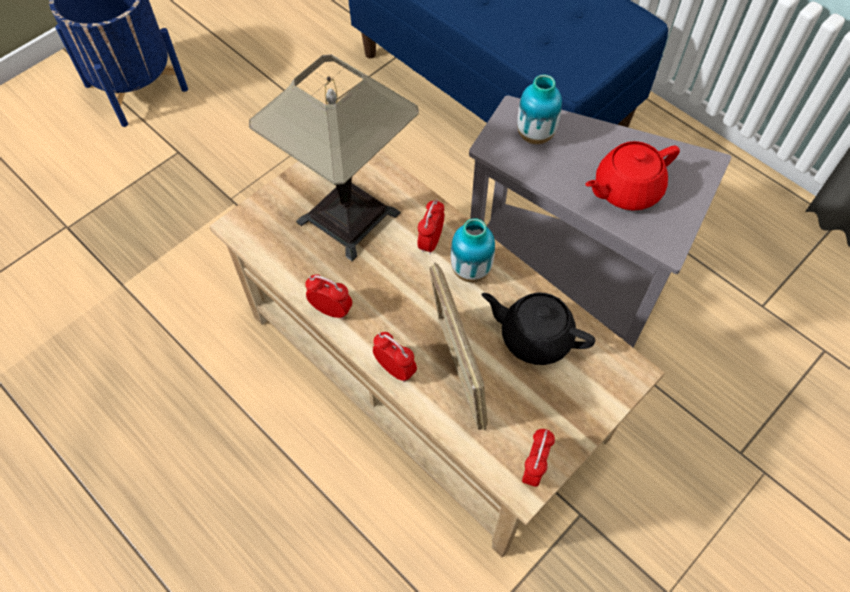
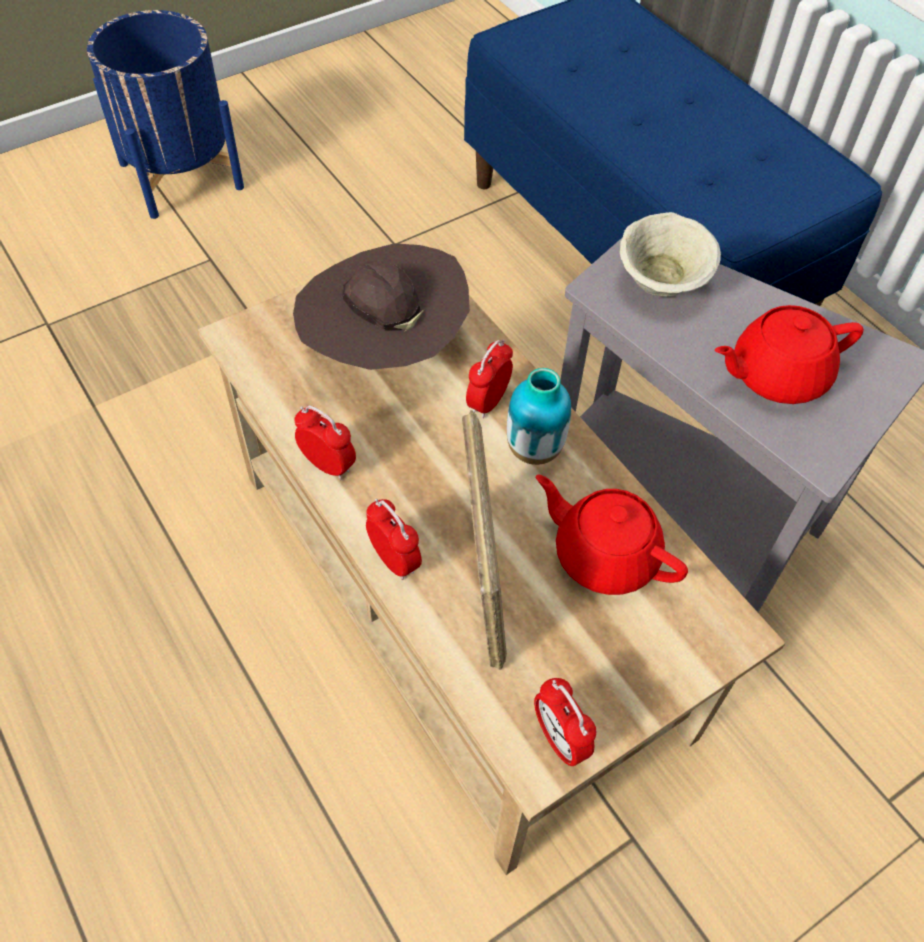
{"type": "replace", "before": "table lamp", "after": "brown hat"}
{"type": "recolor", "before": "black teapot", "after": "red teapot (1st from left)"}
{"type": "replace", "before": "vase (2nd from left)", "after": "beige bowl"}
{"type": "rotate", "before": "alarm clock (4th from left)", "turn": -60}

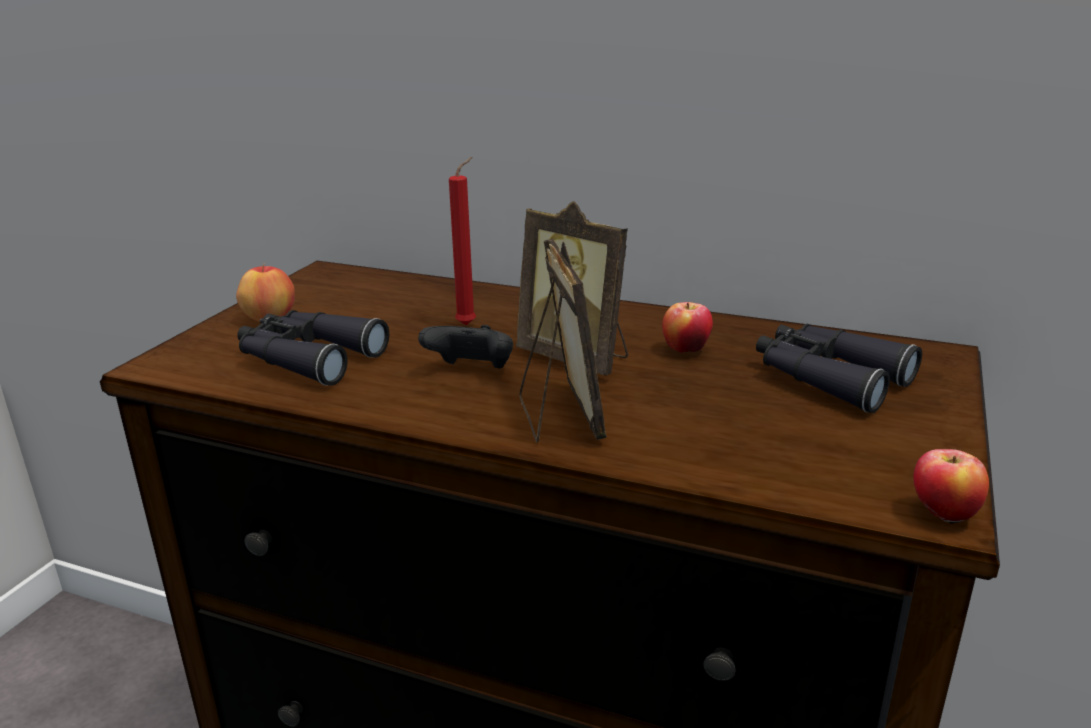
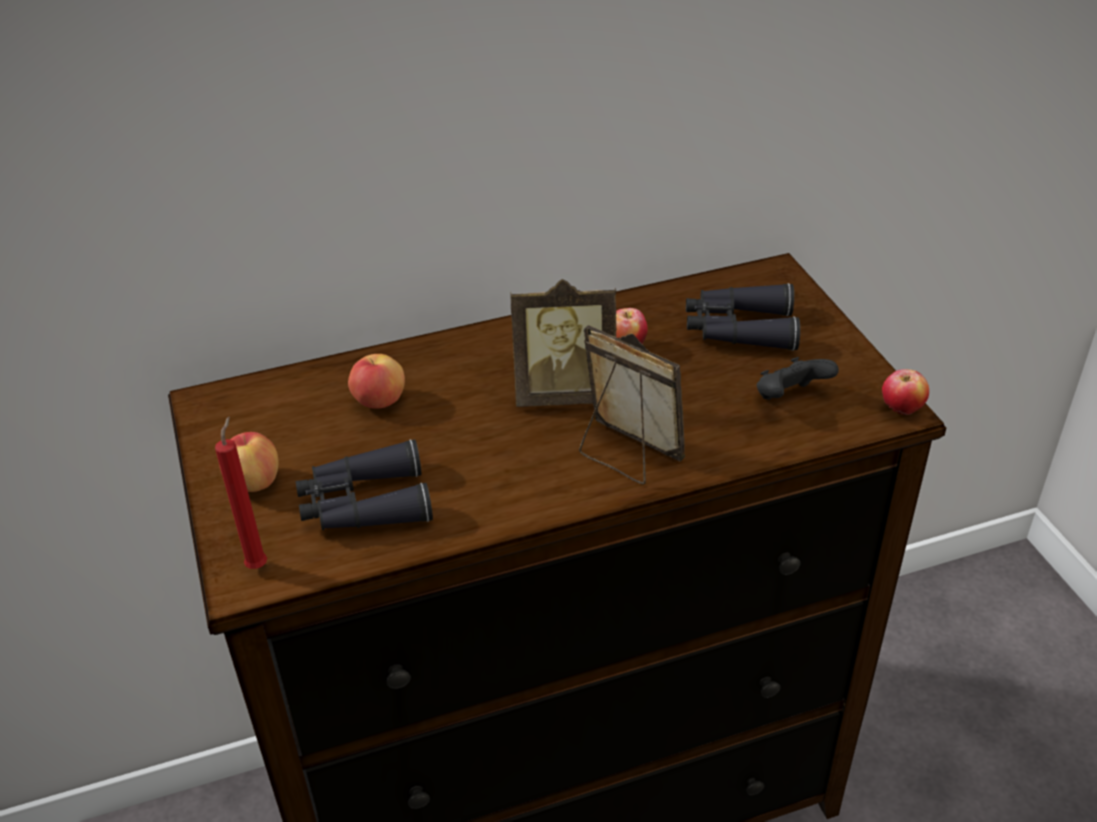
{"type": "move", "before": "black game controller"}
{"type": "move", "before": "red candle"}
{"type": "insert", "after": "apple (2nd from left)"}

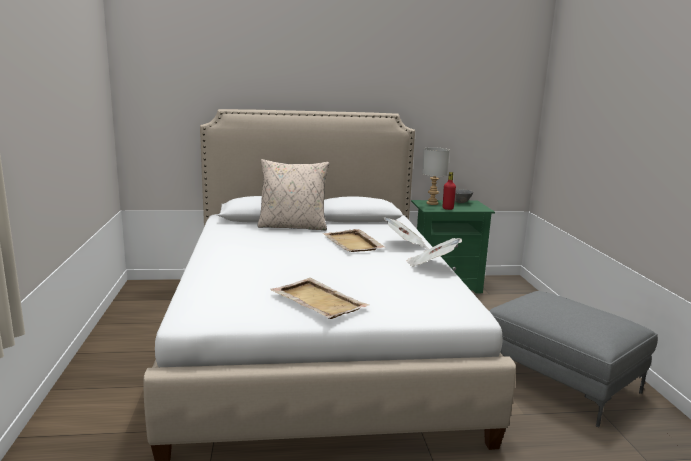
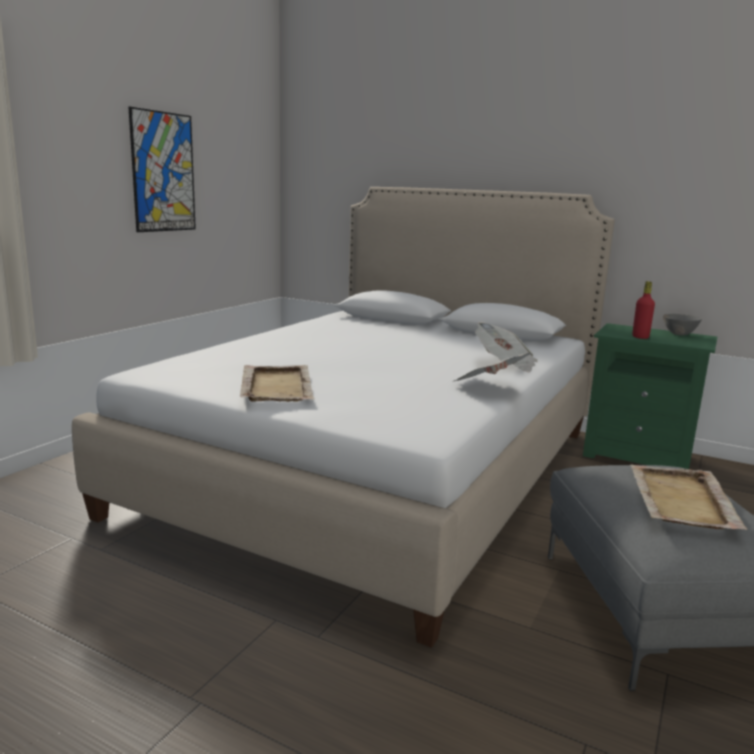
{"type": "delete", "before": "beige pillow"}
{"type": "move", "before": "beige tray (2nd from left)"}
{"type": "delete", "before": "grey table lamp"}
{"type": "insert", "after": "picture"}

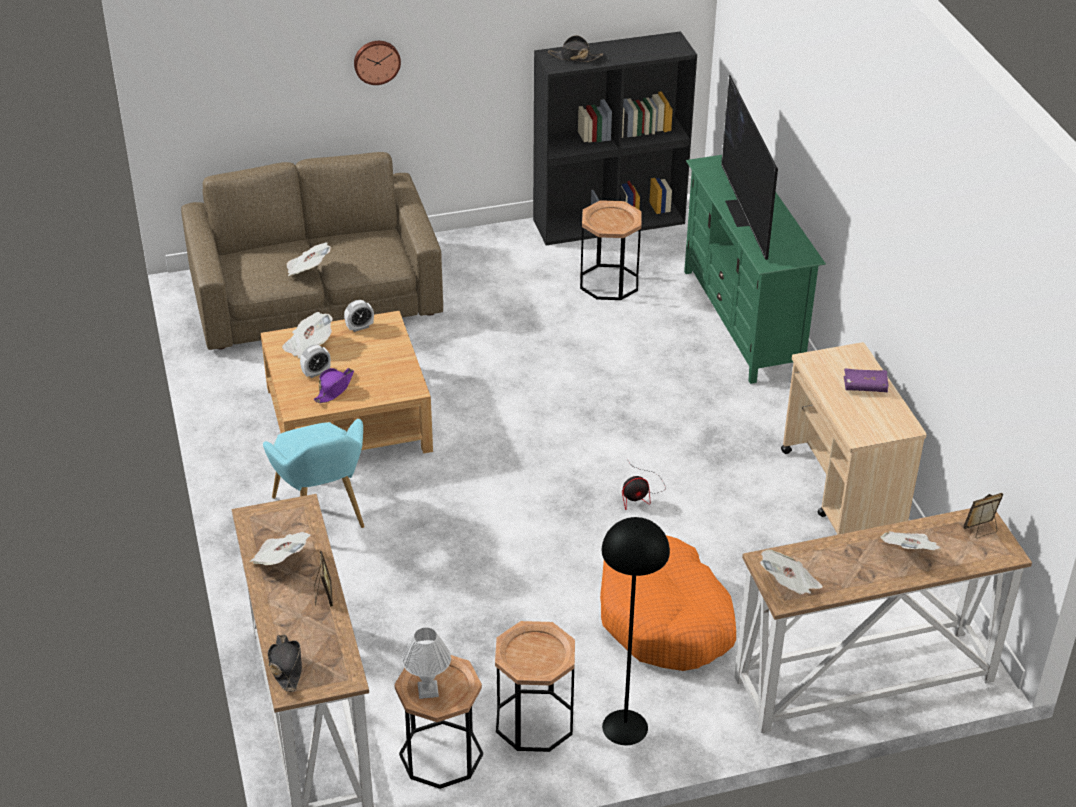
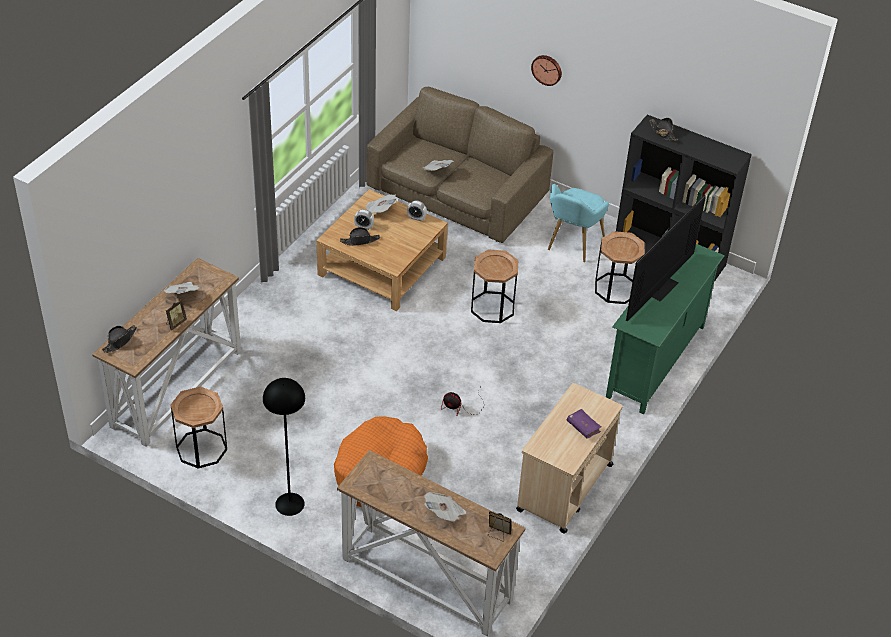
{"type": "move", "before": "turquoise armchair"}
{"type": "recolor", "before": "purple hat", "after": "black hat (2nd from left)"}
{"type": "delete", "before": "white table lamp"}
{"type": "move", "before": "brown side table (2nd from left)"}
{"type": "delete", "before": "newspaper (4th from left)"}

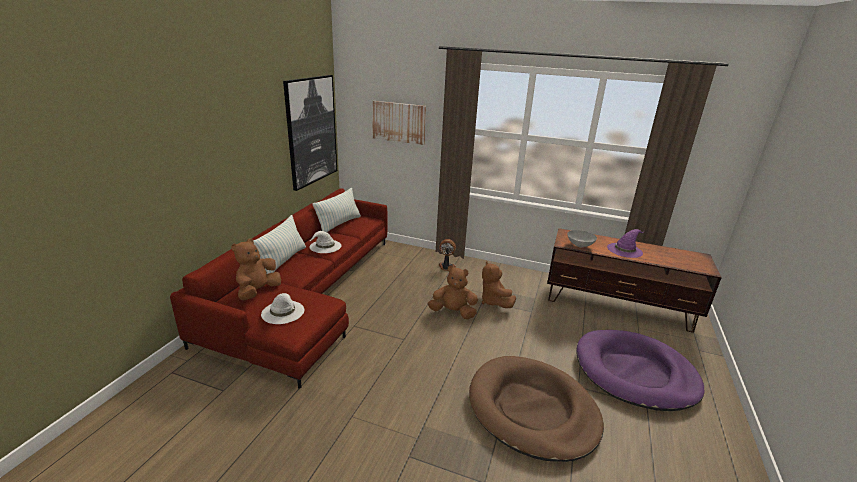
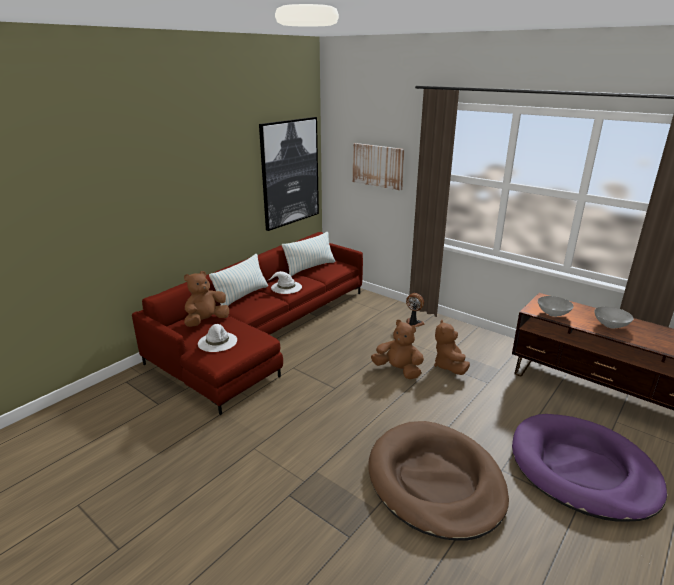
{"type": "replace", "before": "purple hat", "after": "grey bowl (2nd from left)"}

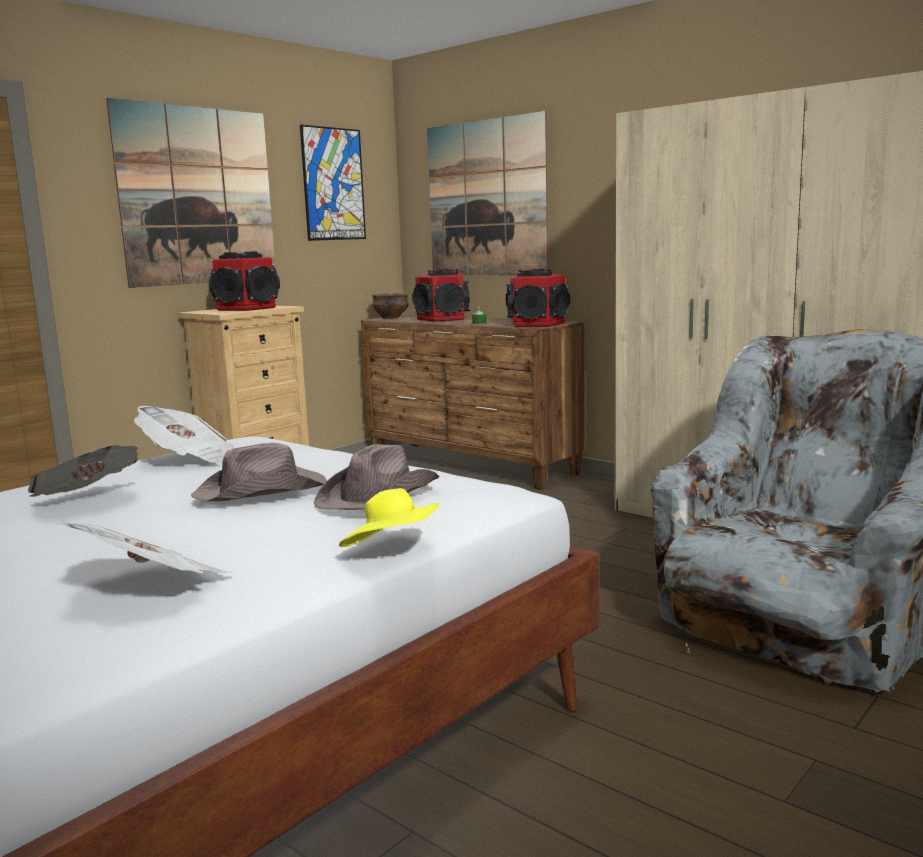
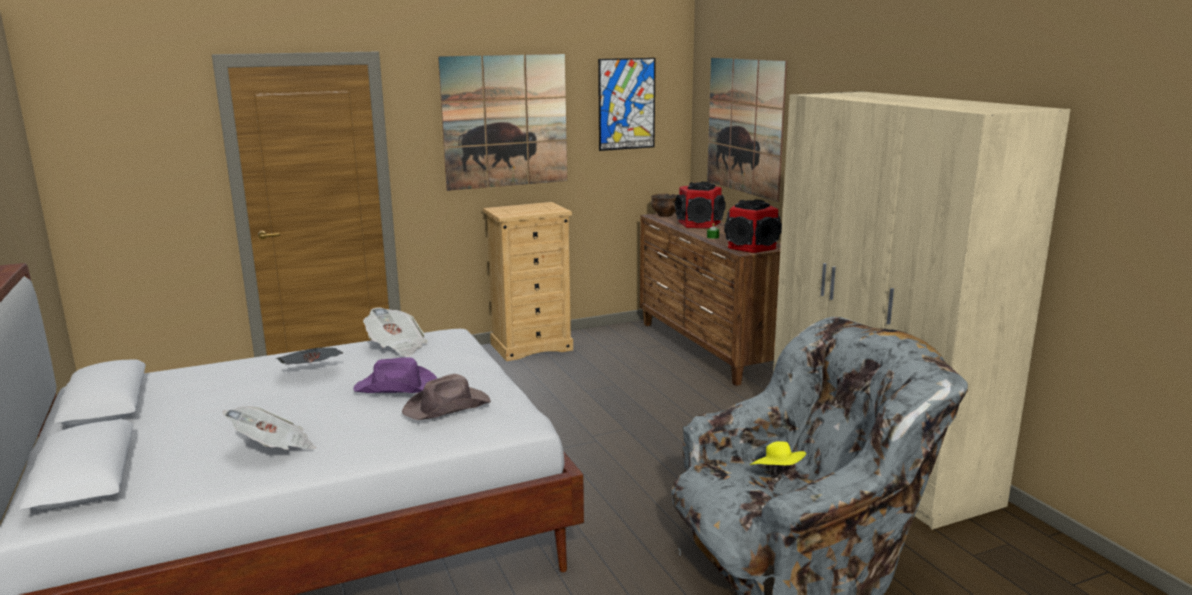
{"type": "recolor", "before": "brown hat (1st from left)", "after": "purple hat"}
{"type": "delete", "before": "speaker (1st from left)"}
{"type": "move", "before": "yellow hat"}

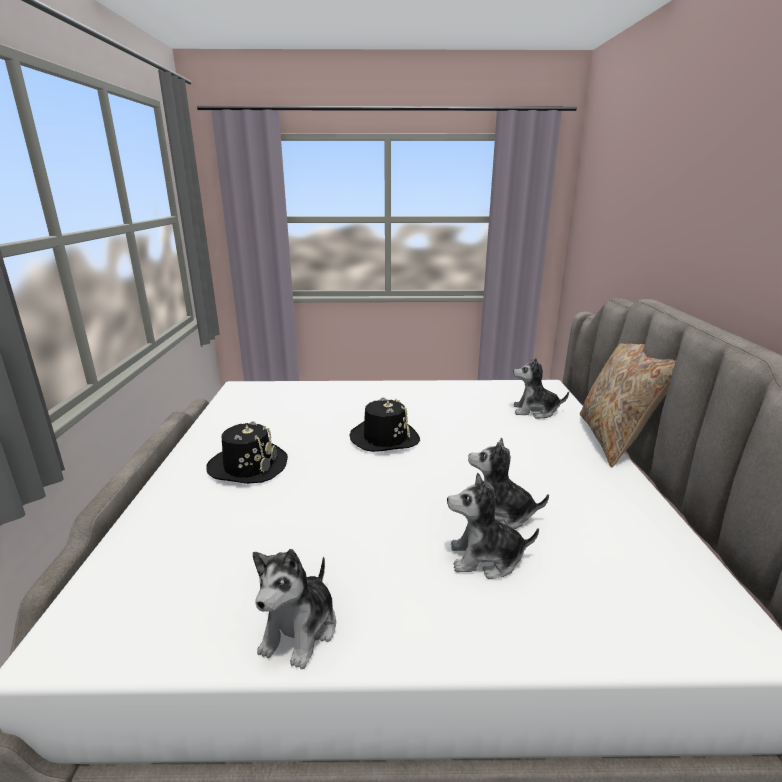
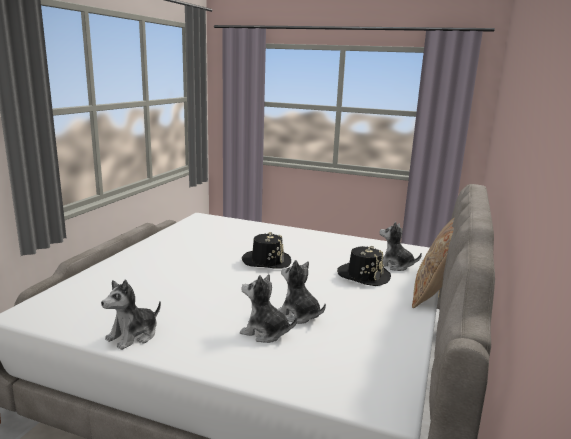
{"type": "move", "before": "black hat (1st from left in the first image)", "after": "black hat (2nd from left)"}

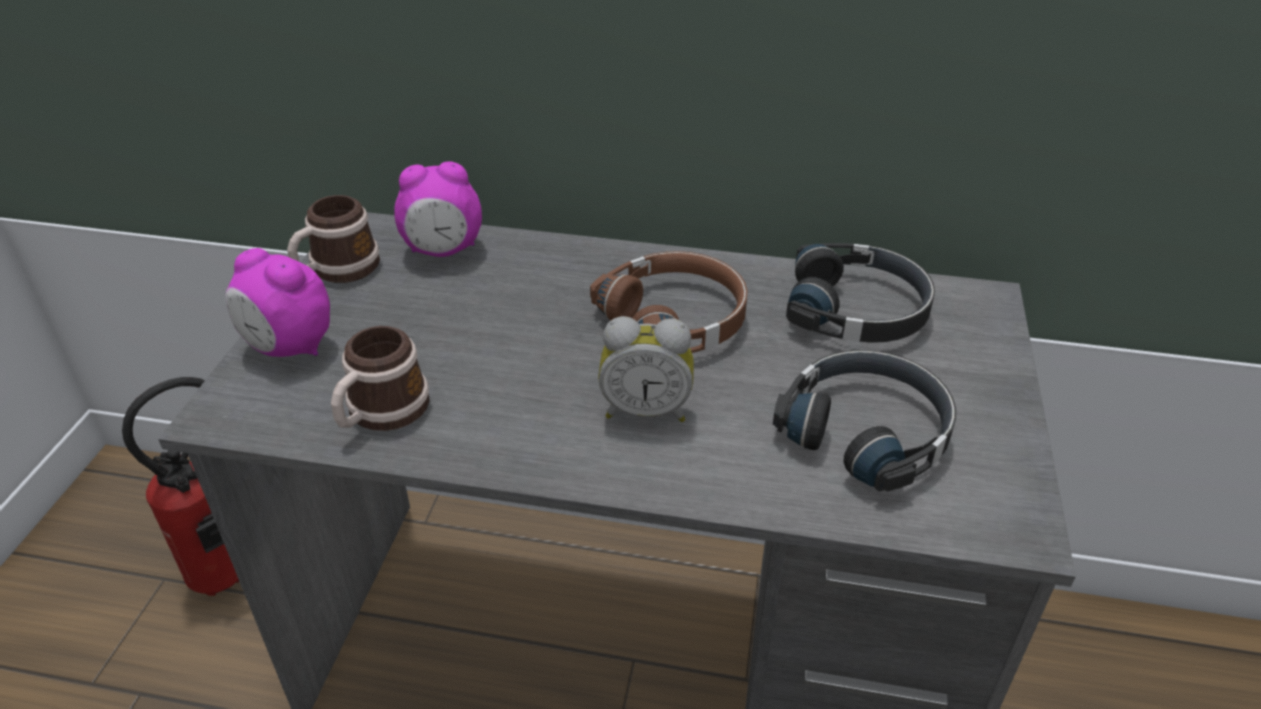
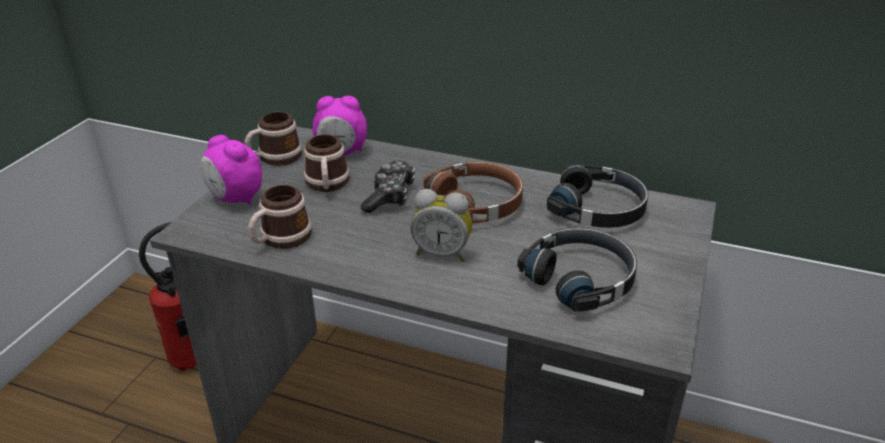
{"type": "insert", "after": "mug (3rd from left)"}
{"type": "insert", "after": "game controller"}

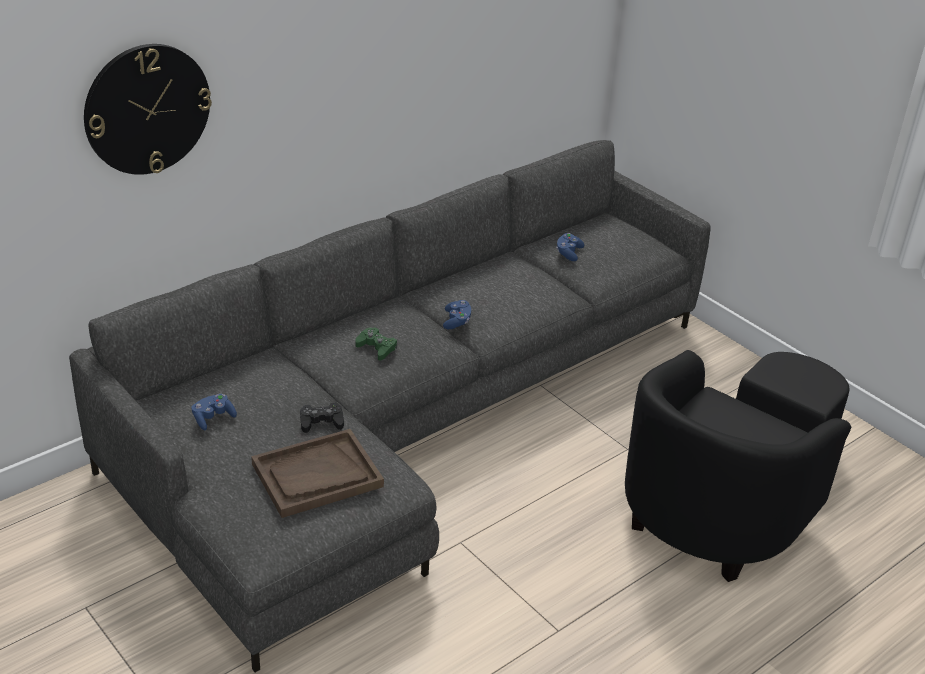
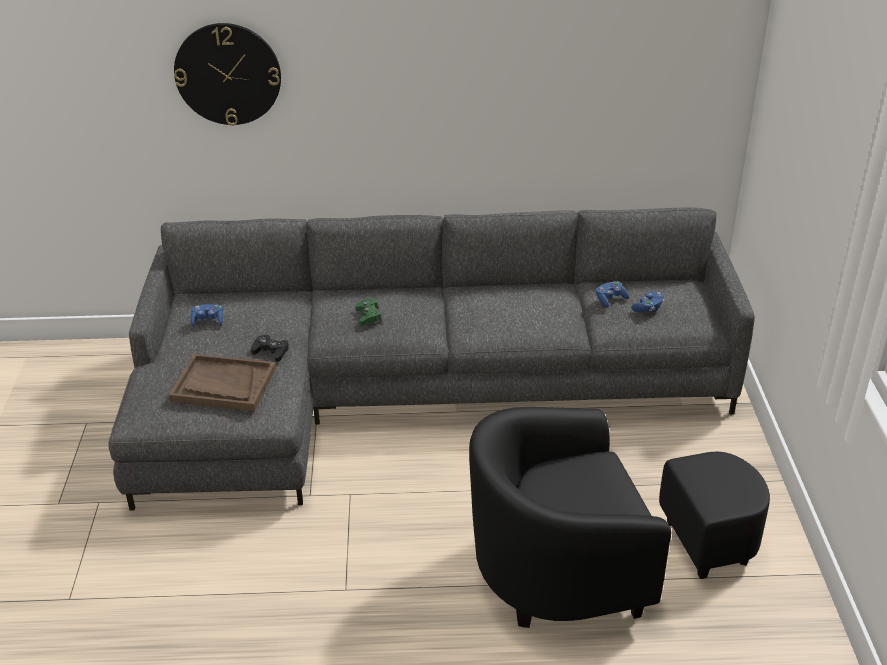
{"type": "move", "before": "blue game controller (2nd from left in the first image)", "after": "blue game controller (3rd from left)"}

